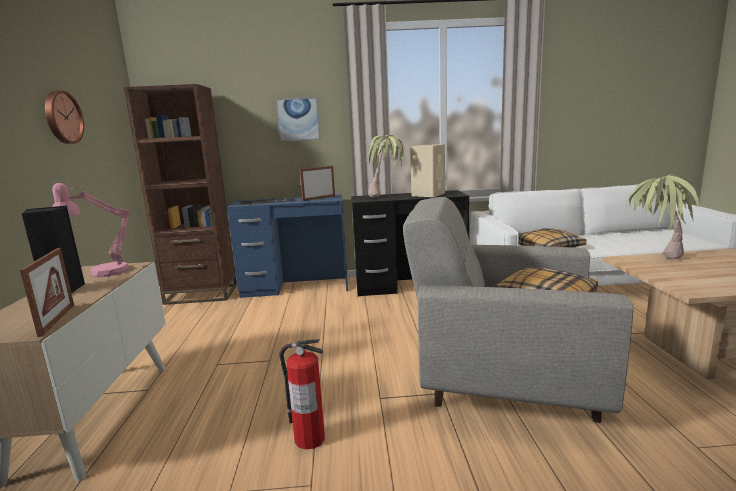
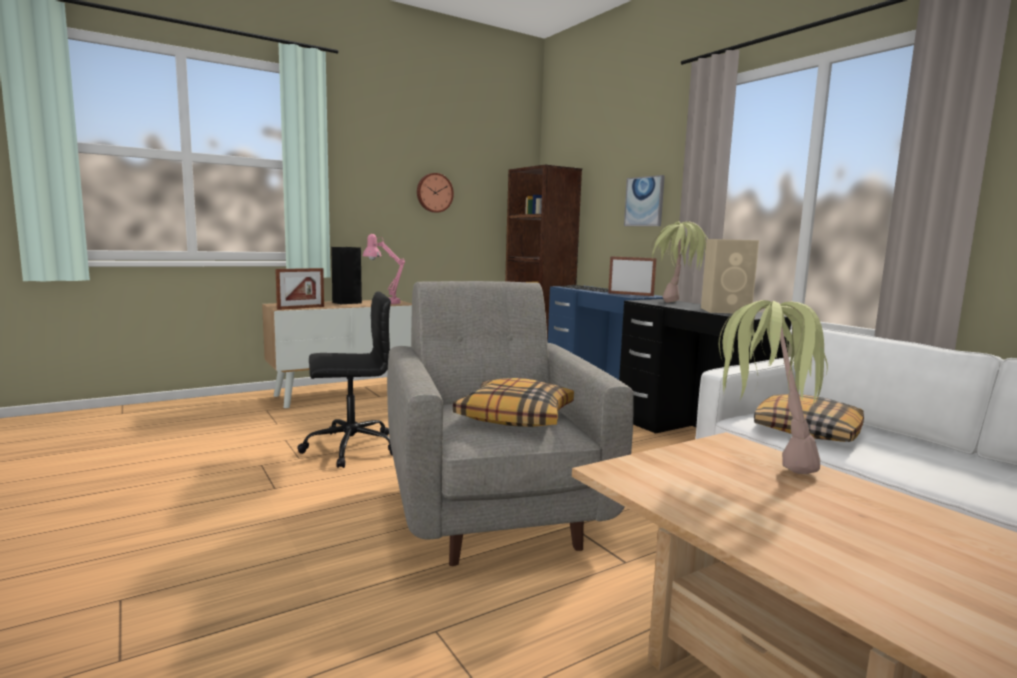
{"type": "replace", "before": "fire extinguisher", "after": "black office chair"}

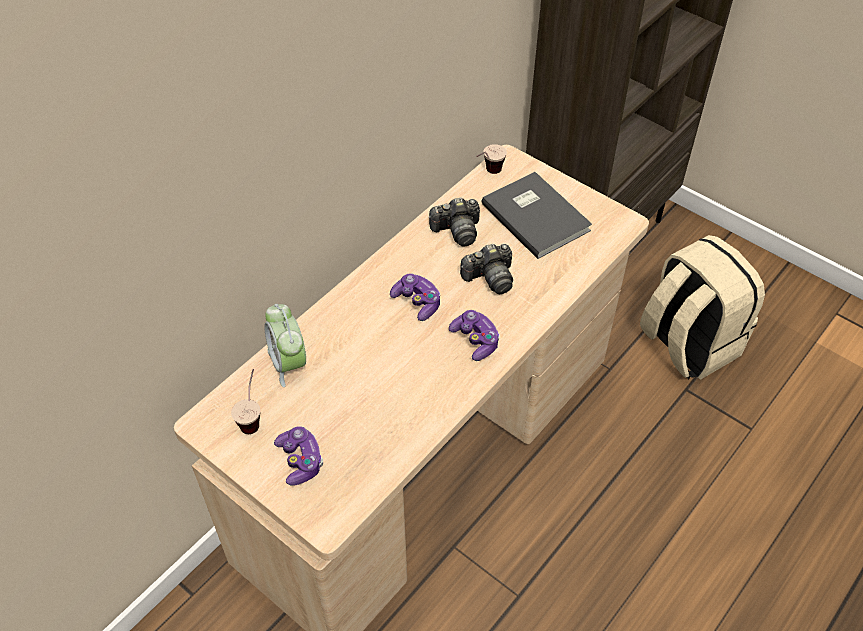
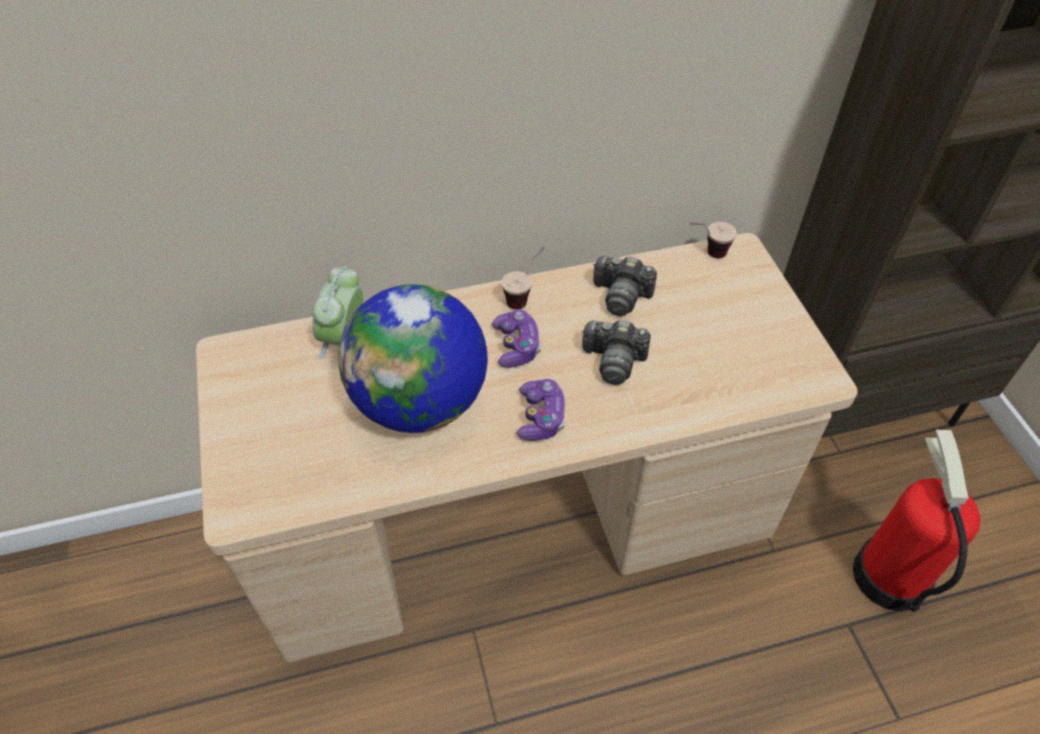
{"type": "move", "before": "cup (1st from left)"}
{"type": "delete", "before": "game controller (1st from left)"}
{"type": "delete", "before": "grey book"}
{"type": "replace", "before": "beige backpack", "after": "fire extinguisher"}
{"type": "insert", "after": "globe"}

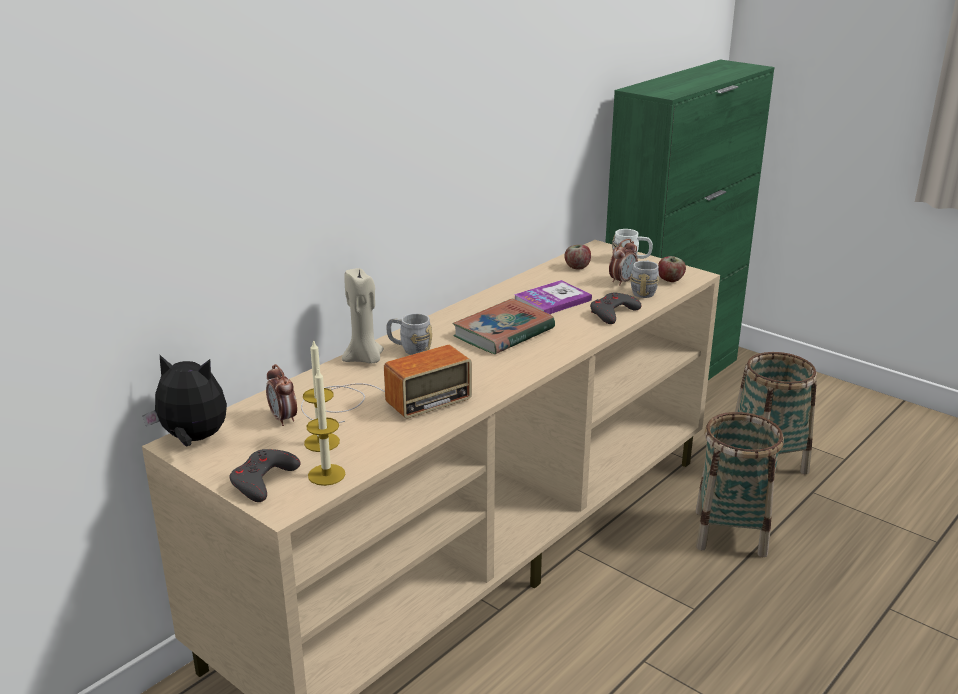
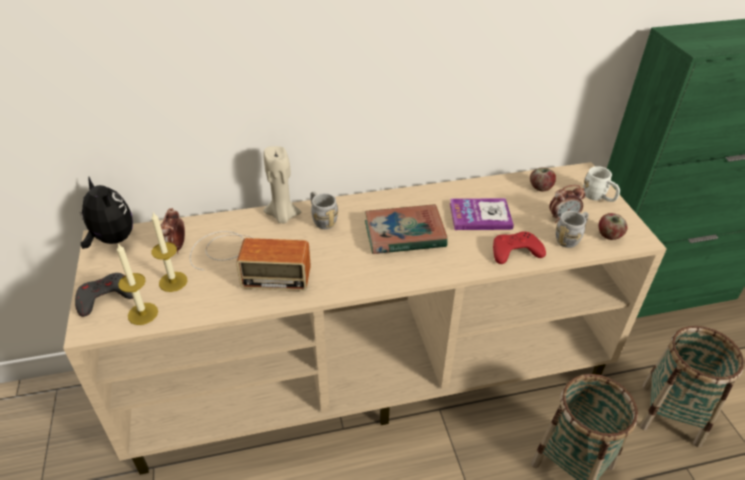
{"type": "recolor", "before": "grey game controller (2nd from left)", "after": "red game controller"}

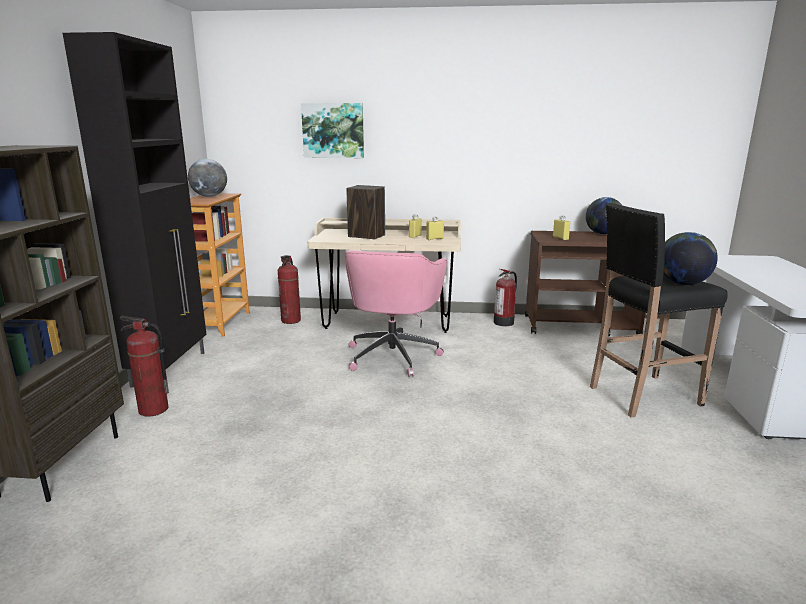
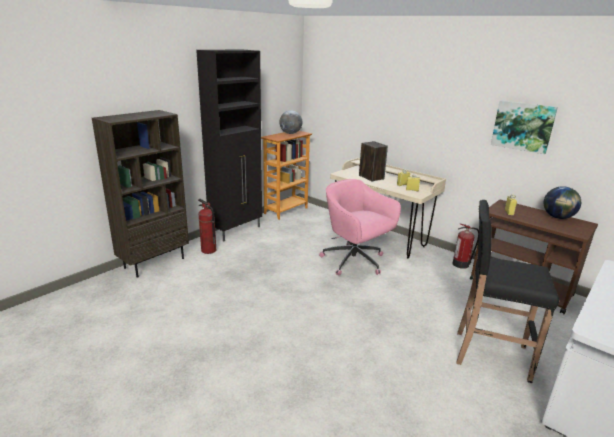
{"type": "delete", "before": "fire extinguisher (2nd from left)"}
{"type": "move", "before": "picture"}
{"type": "rotate", "before": "pink office chair", "turn": 90}
{"type": "delete", "before": "globe (3rd from left)"}

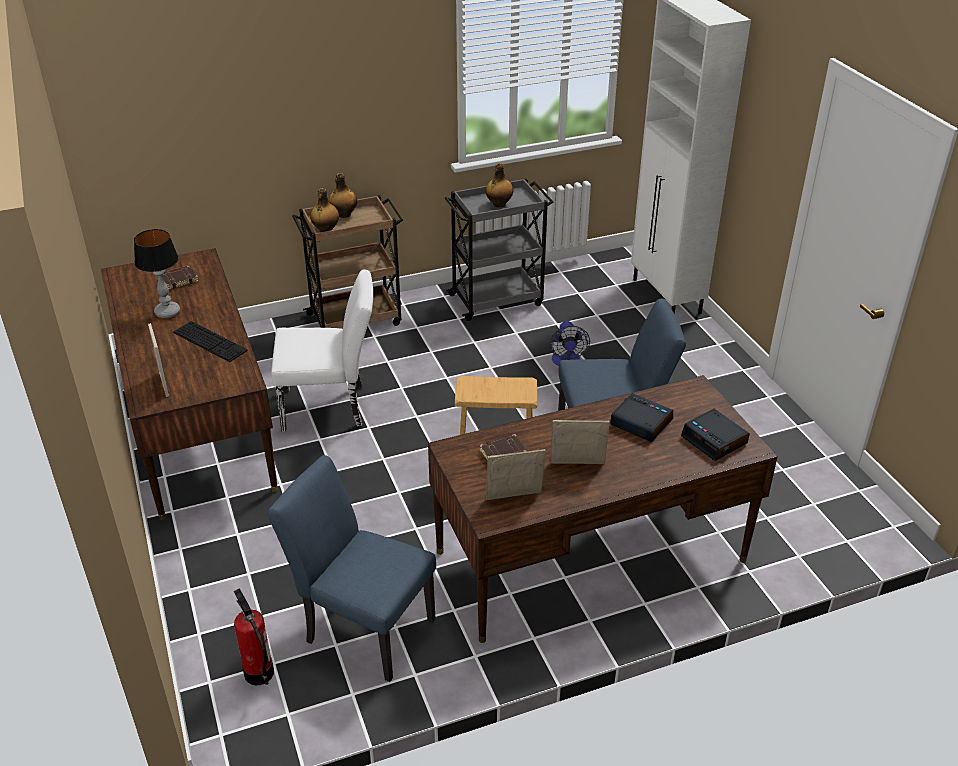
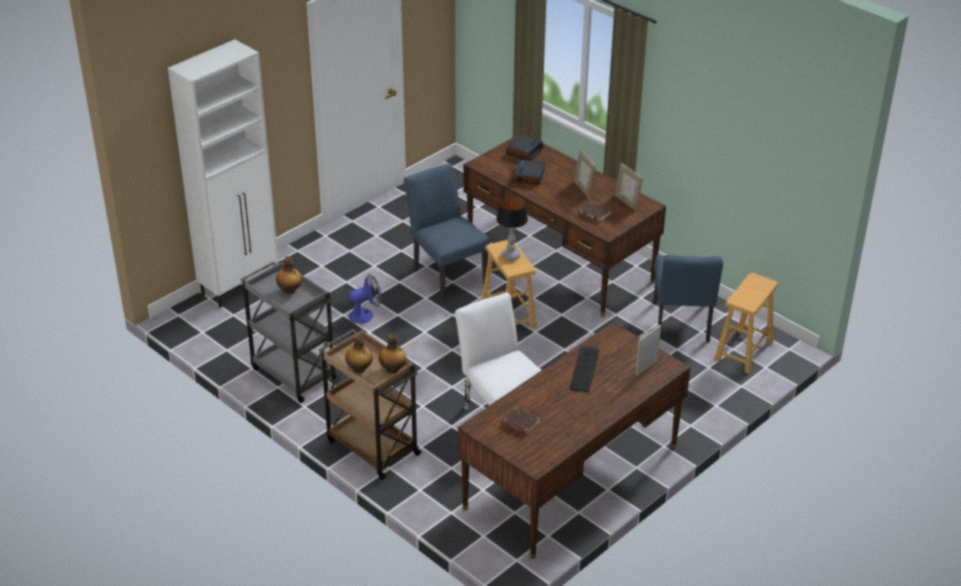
{"type": "move", "before": "table lamp"}
{"type": "replace", "before": "fire extinguisher", "after": "brown stool (2nd from left)"}

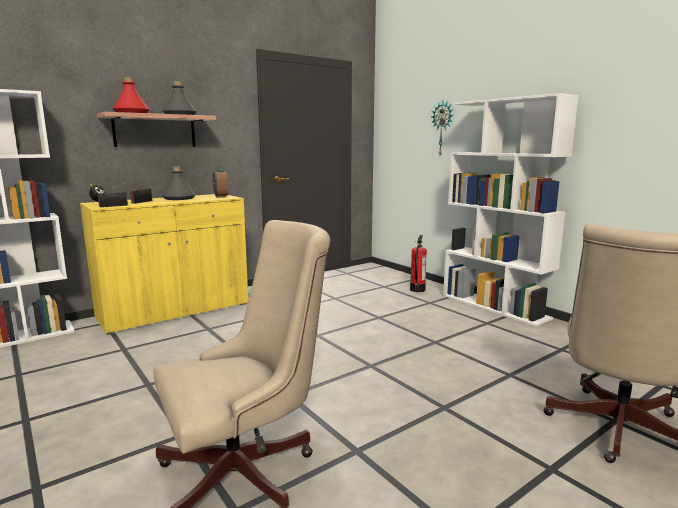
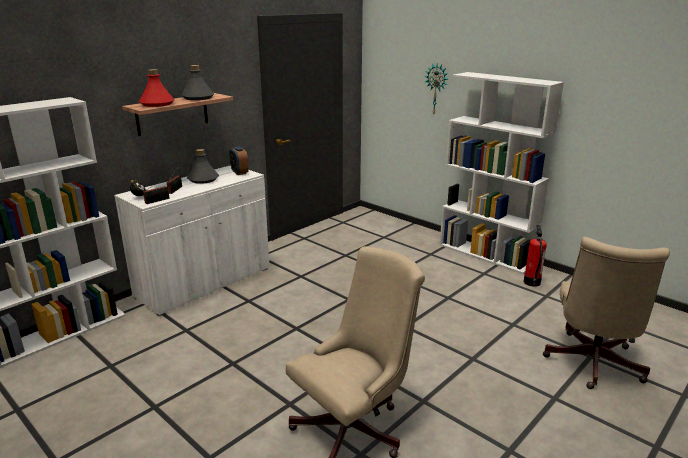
{"type": "recolor", "before": "yellow cabinet", "after": "white cabinet"}
{"type": "move", "before": "fire extinguisher"}

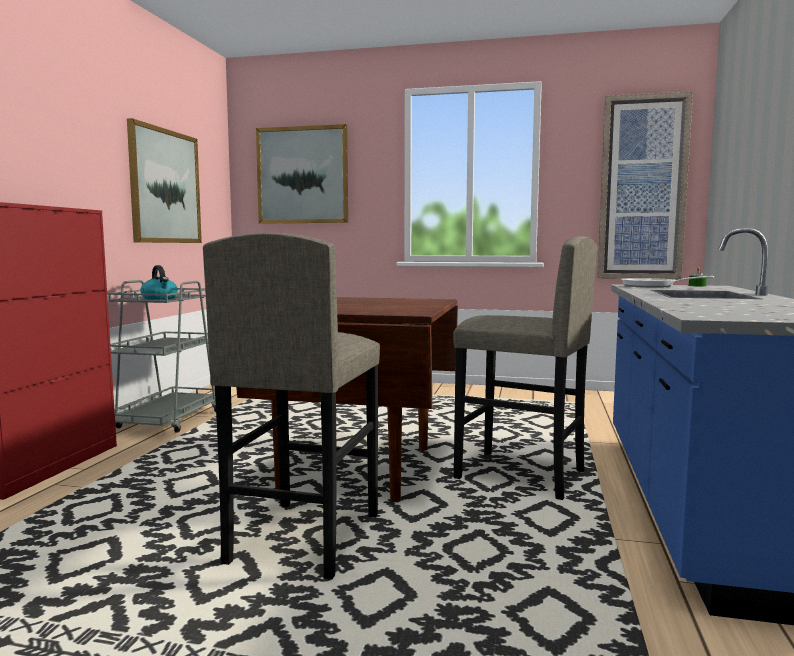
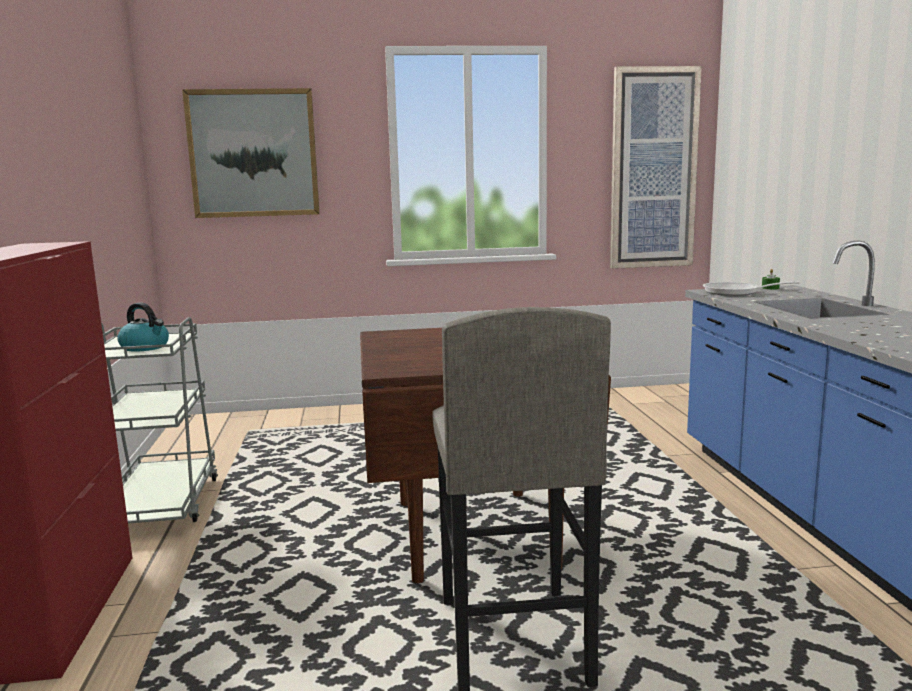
{"type": "delete", "before": "picture (1st from left)"}
{"type": "delete", "before": "grey stool (2nd from left)"}

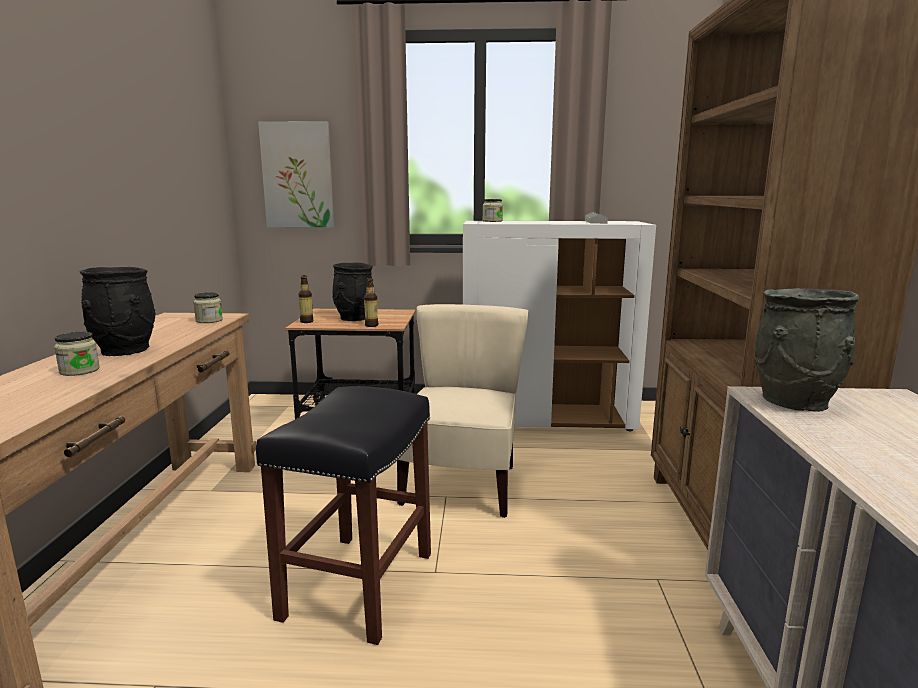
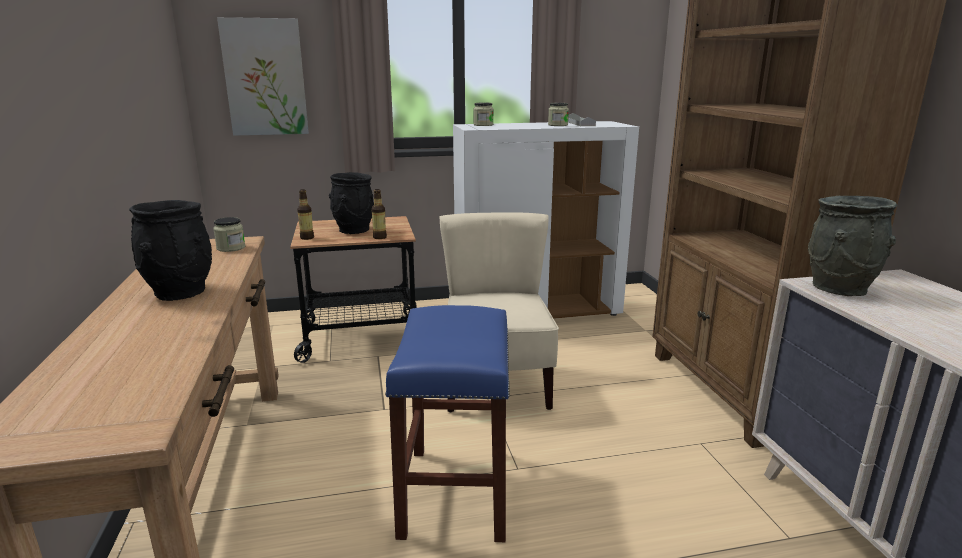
{"type": "move", "before": "jar (1st from left in the first image)", "after": "jar (3rd from left)"}
{"type": "recolor", "before": "black stool", "after": "blue stool"}

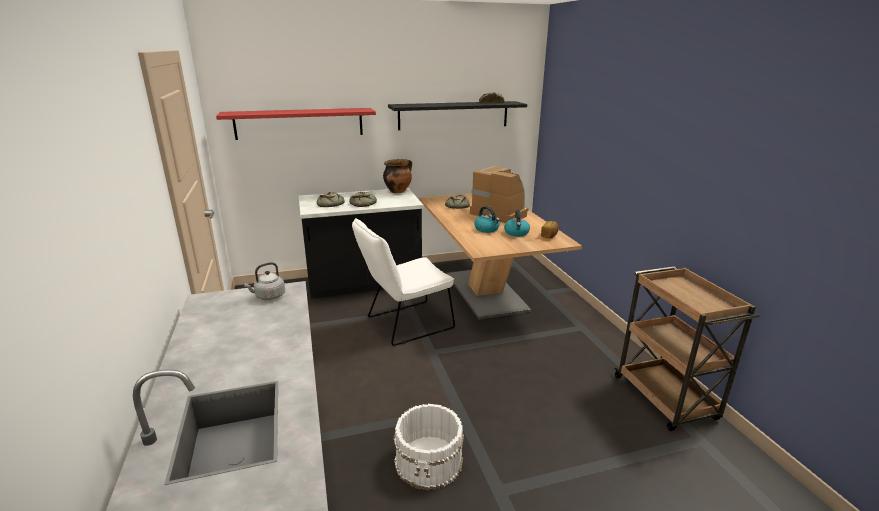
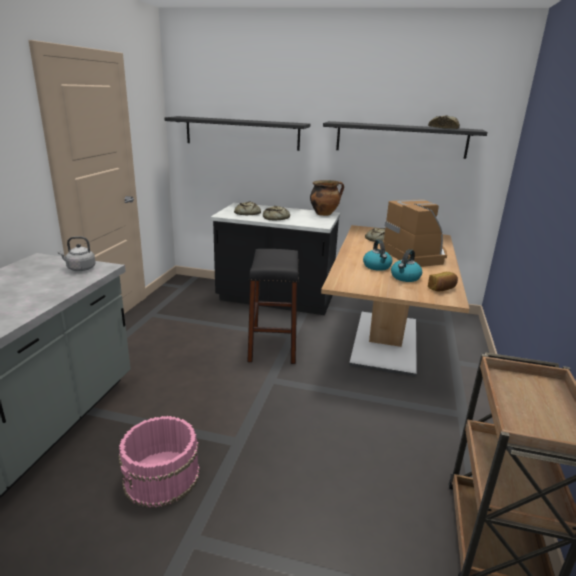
{"type": "recolor", "before": "red shelf", "after": "black shelf (1st from left)"}
{"type": "replace", "before": "white chair", "after": "black stool"}
{"type": "recolor", "before": "white bucket", "after": "pink bucket"}

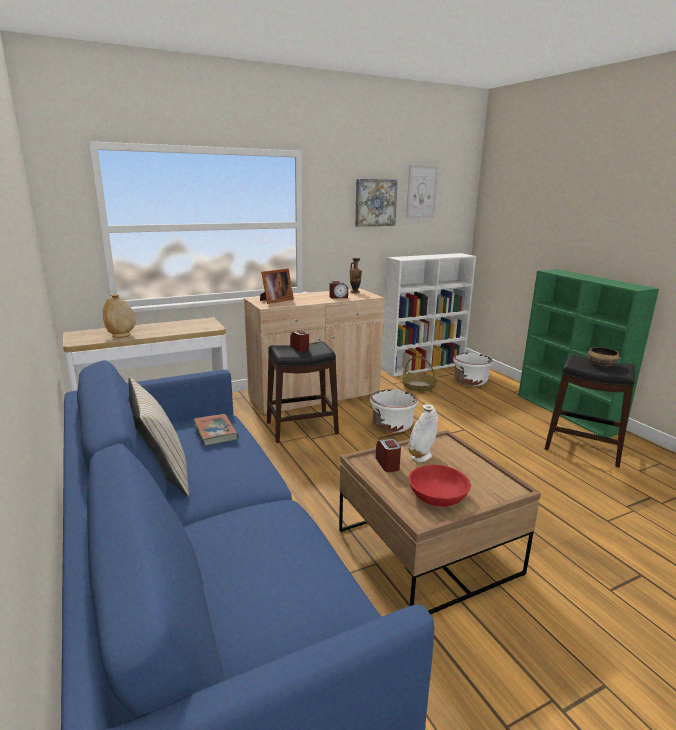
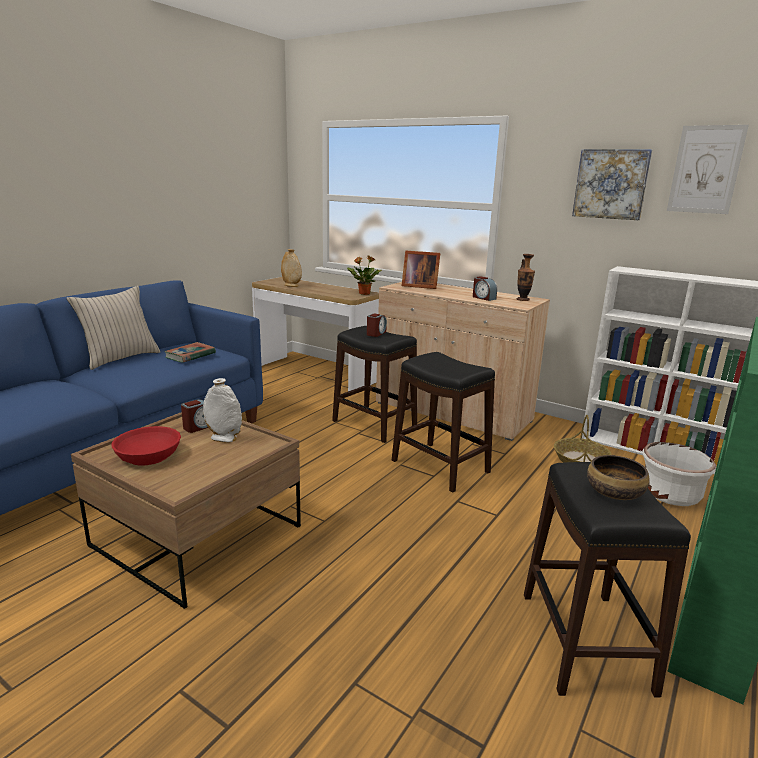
{"type": "replace", "before": "white planter (1st from left)", "after": "black stool (2nd from left)"}
{"type": "insert", "after": "potted plant"}

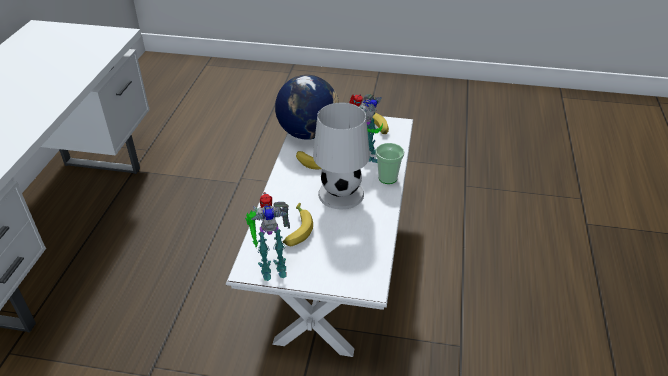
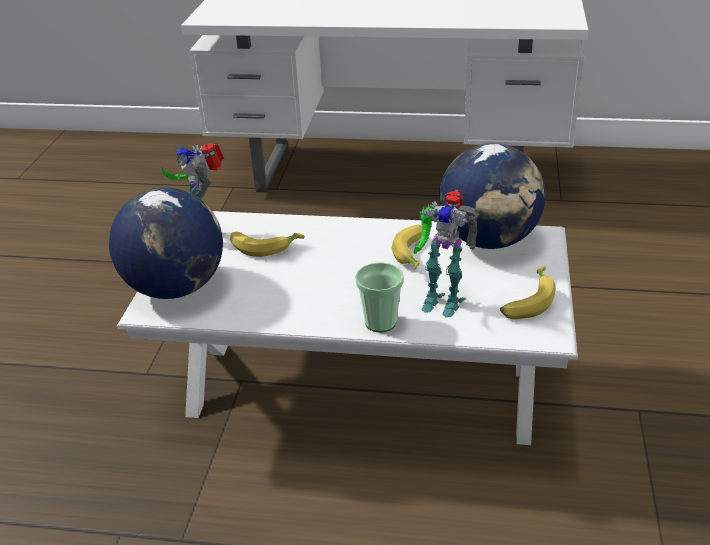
{"type": "delete", "before": "white table lamp"}
{"type": "insert", "after": "globe (1st from left)"}

